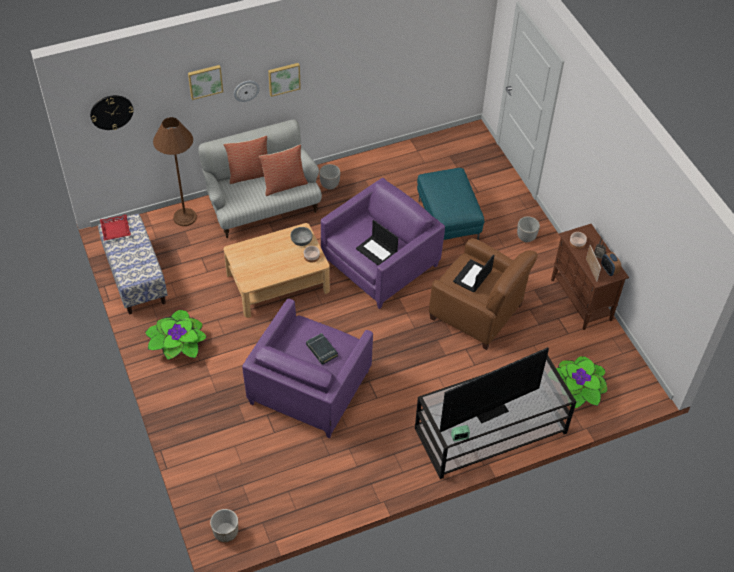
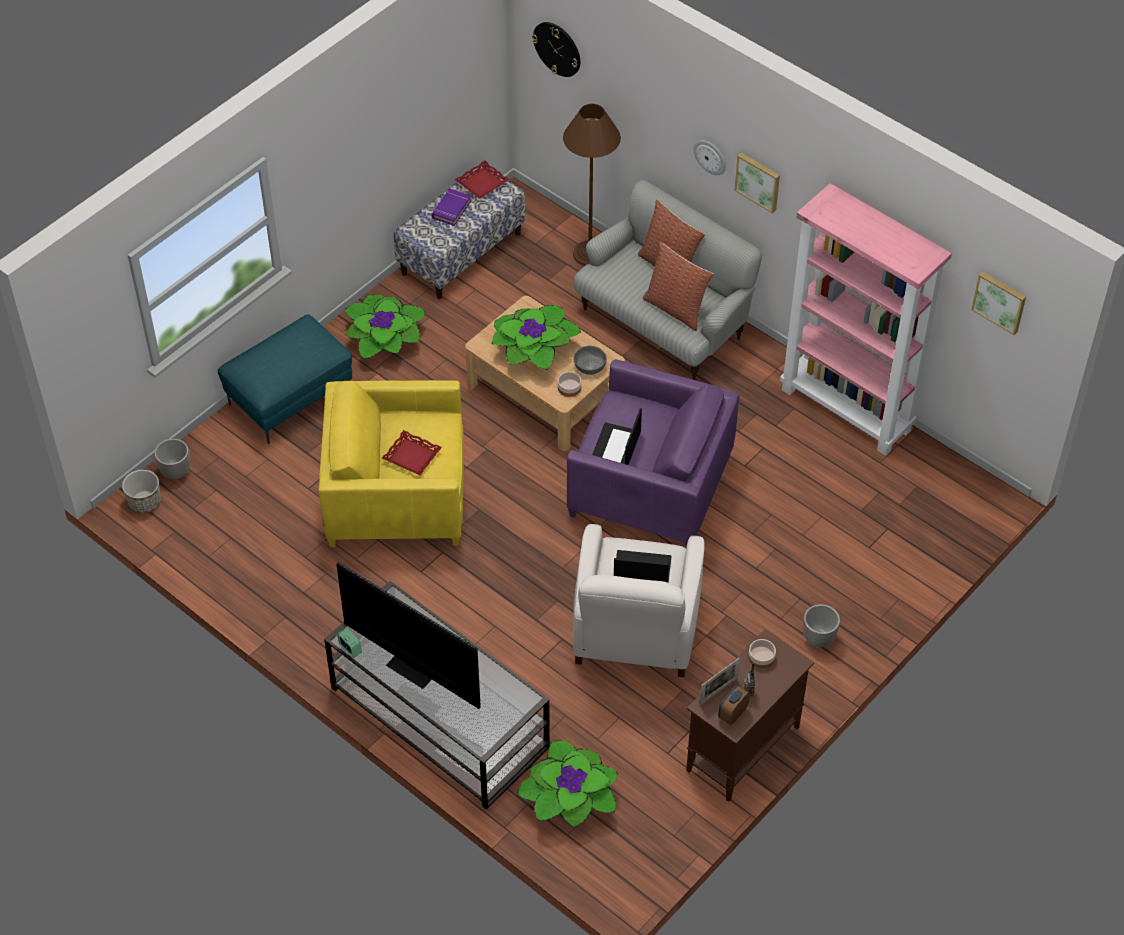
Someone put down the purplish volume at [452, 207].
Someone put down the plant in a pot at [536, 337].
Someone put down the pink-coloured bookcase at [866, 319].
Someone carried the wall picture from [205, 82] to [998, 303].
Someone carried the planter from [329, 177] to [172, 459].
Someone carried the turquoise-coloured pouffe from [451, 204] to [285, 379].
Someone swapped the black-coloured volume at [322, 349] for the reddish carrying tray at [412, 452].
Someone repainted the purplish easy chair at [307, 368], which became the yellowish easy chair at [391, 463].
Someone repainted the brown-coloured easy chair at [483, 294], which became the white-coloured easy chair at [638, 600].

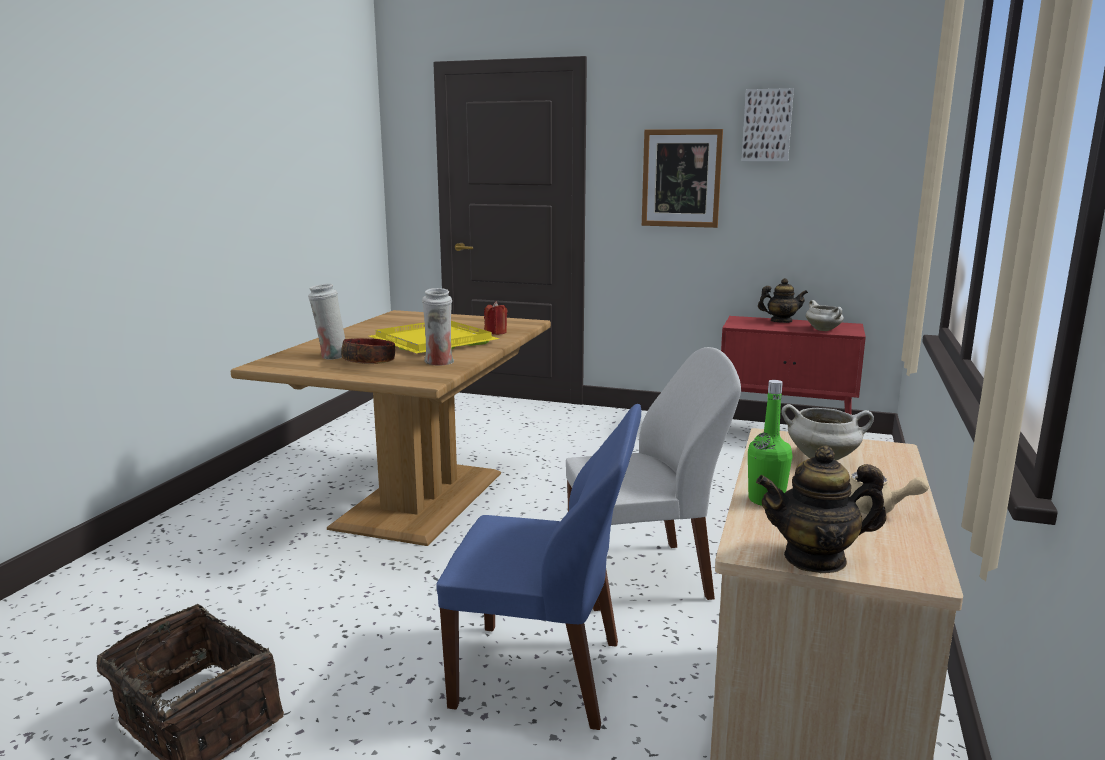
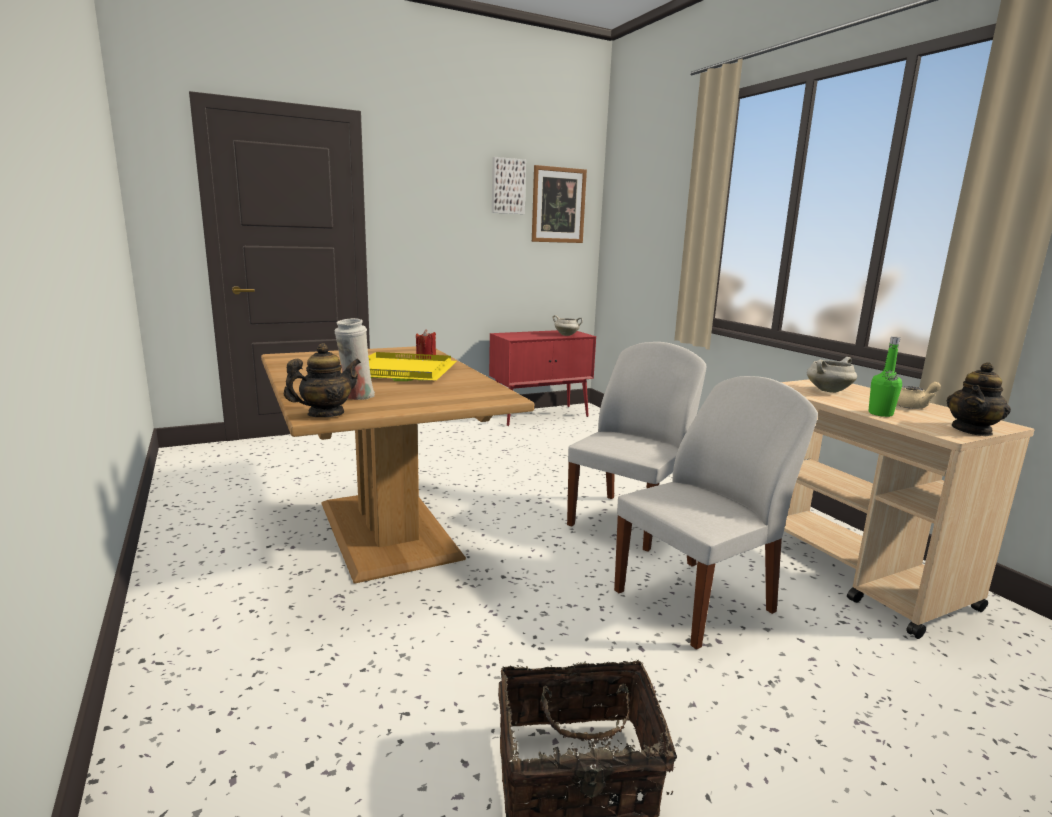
Someone took away the bowl at [368, 351].
Someone took away the white-coloured vase at [438, 326].
Someone carried the wall picture from [682, 178] to [559, 204].
Someone carried the teapot from [783, 300] to [322, 380].
Someone repainted the blue chair at [538, 567], which became the white-coloured chair at [716, 513].

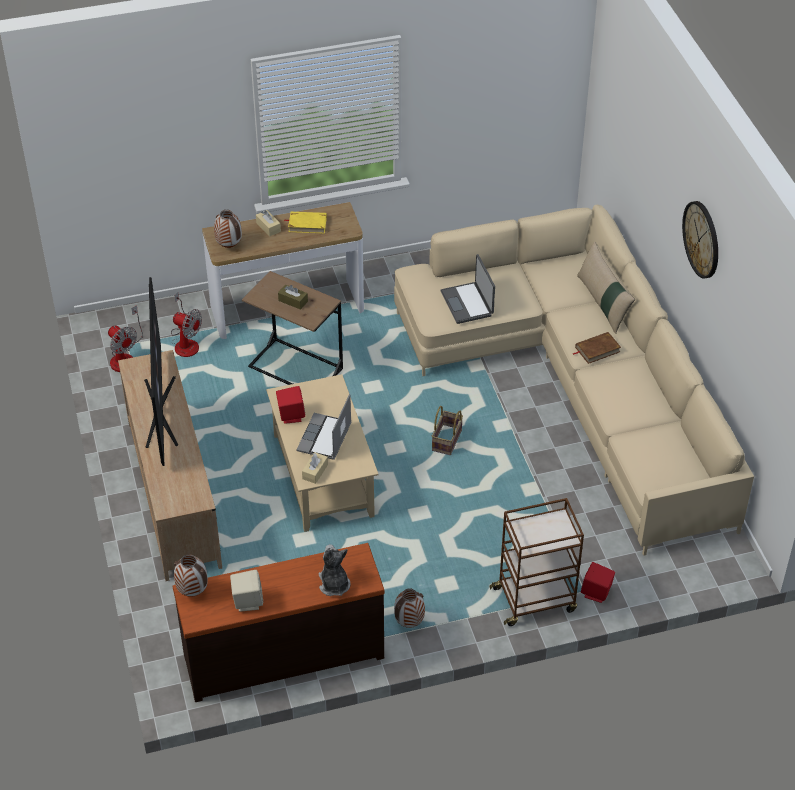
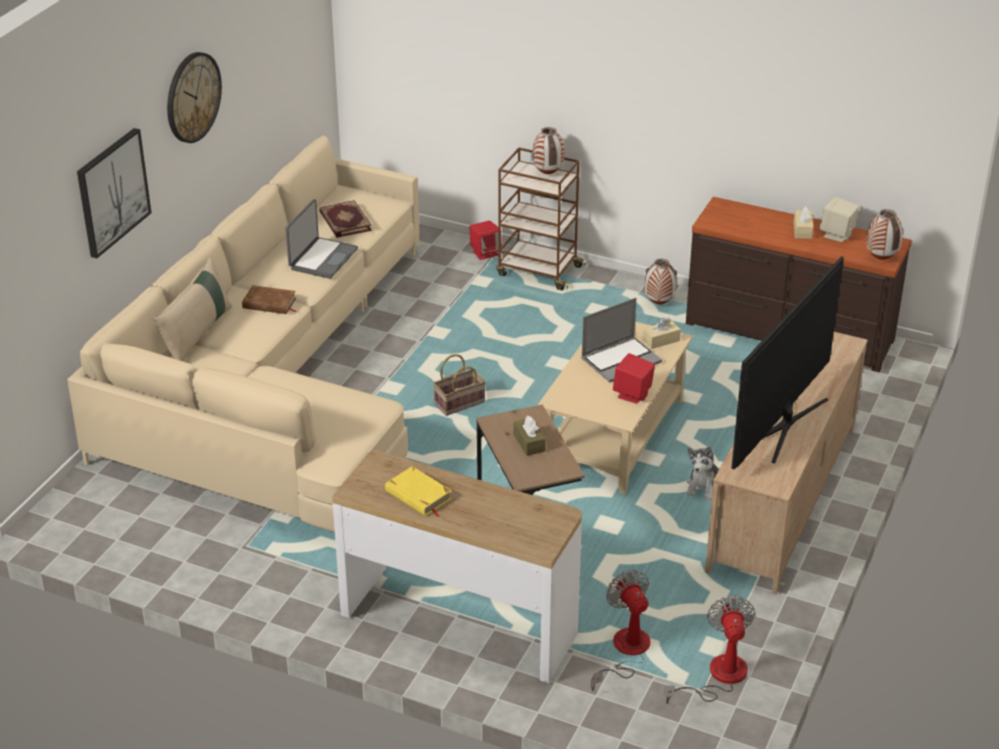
Someone put up the wall picture at [114, 193].
Someone put down the volume at [345, 219].
Someone carried the vase from [228, 229] to [548, 150].
Someone carried the beige tissue box from [268, 223] to [803, 222].
Someone carried the soft toy from [334, 570] to [702, 473].
Someone carried the portable computer from [468, 289] to [321, 239].

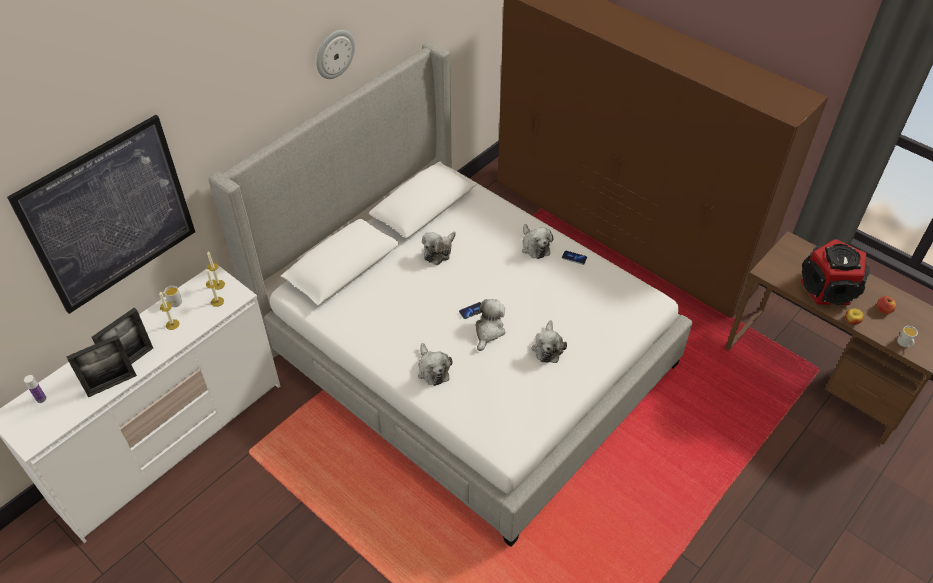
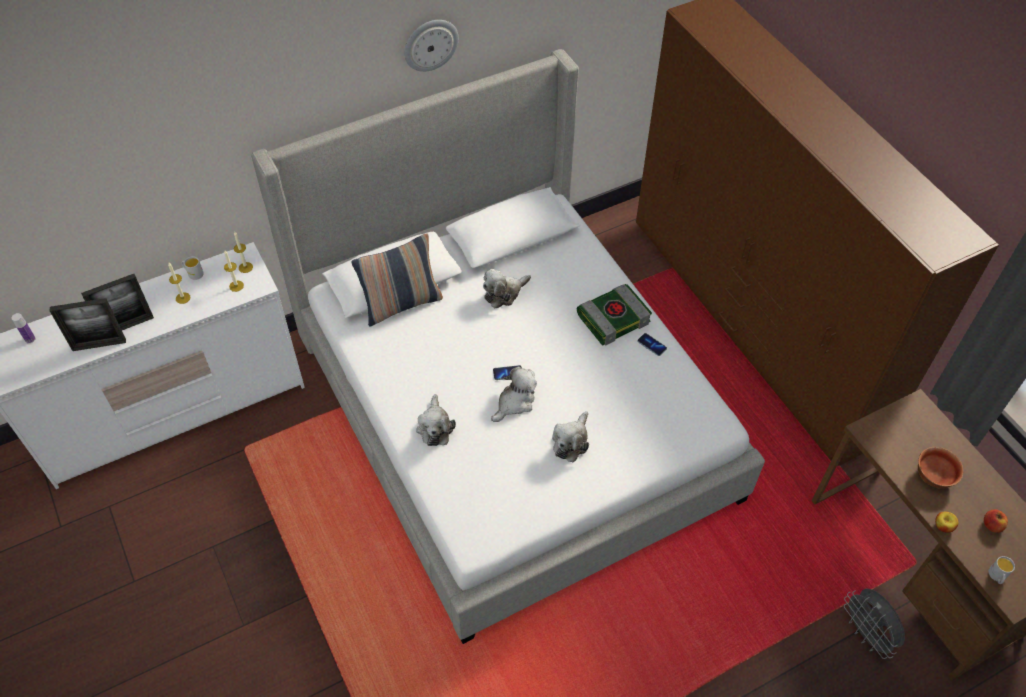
Someone took away the wall picture at [101, 214].
Someone put down the pillow at [397, 279].
Someone put down the gray cooling fan at [874, 624].
Someone swapped the soft toy at [537, 241] for the volume at [614, 315].
Someone swapped the audio speaker at [835, 272] for the bowl at [940, 468].

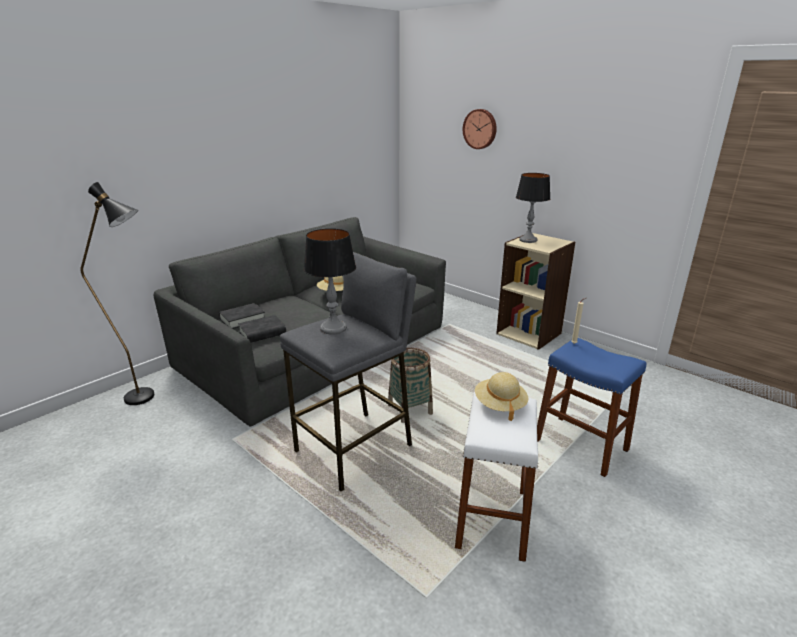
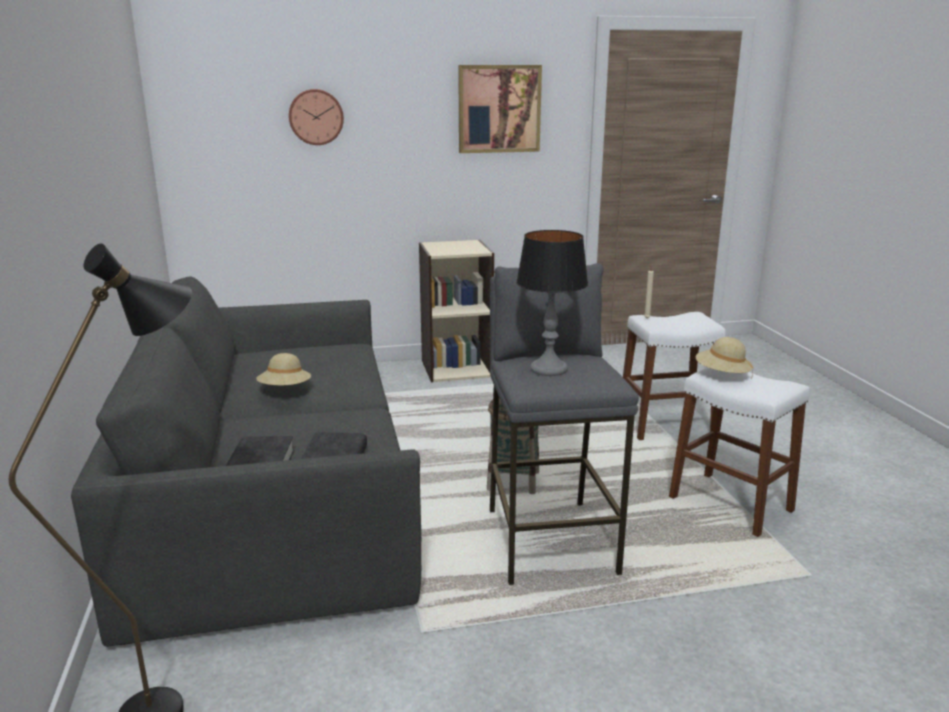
Someone took away the tabletop lamp at [533, 208].
Someone put up the wall picture at [500, 109].
Someone repainted the blue stool at [591, 407], which became the white-coloured stool at [674, 376].

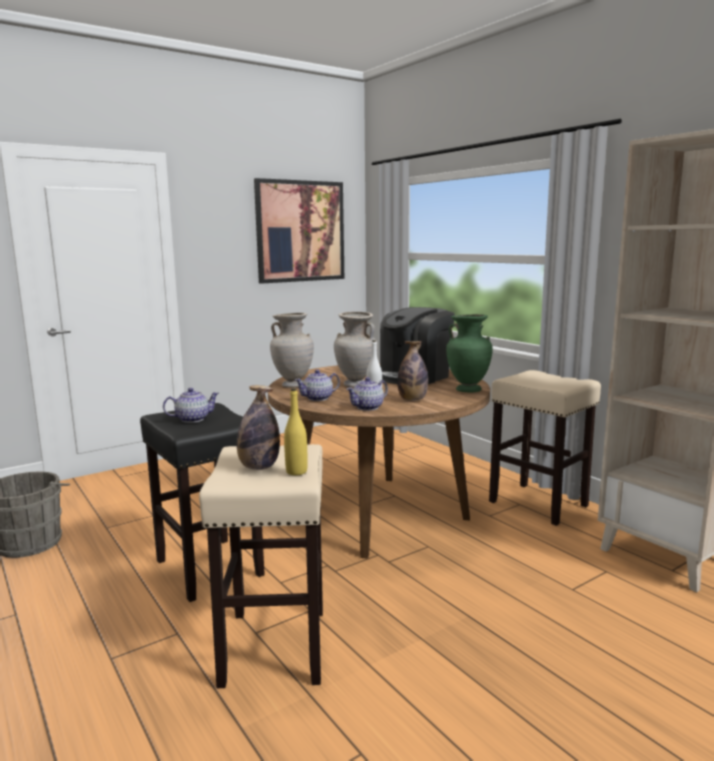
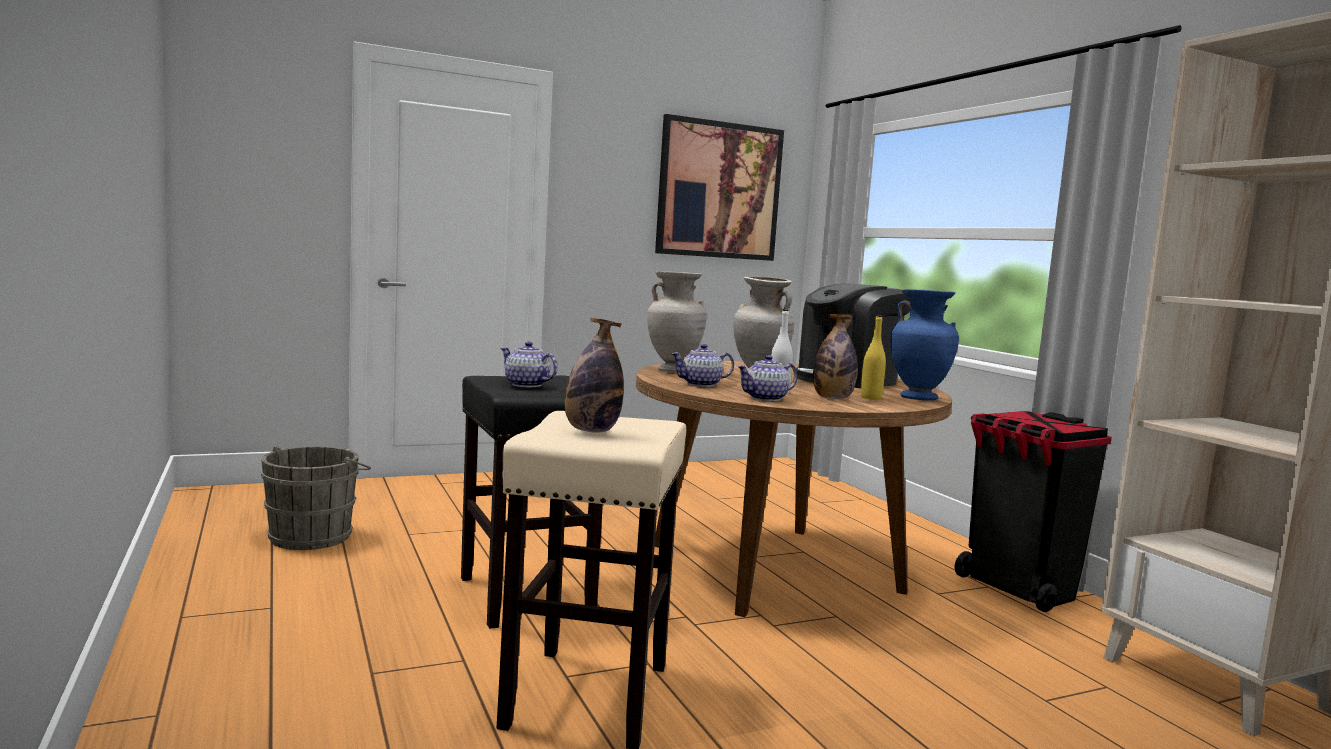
Someone carried the yellowish drink bottle from [296, 431] to [873, 357].
Someone swapped the beige stool at [545, 448] for the black-coloured waste bin at [1033, 511].
Someone repainted the green vase at [469, 353], which became the blue vase at [925, 345].
Someone rotated the teapot at [191, 405] by 135 degrees counterclockwise.

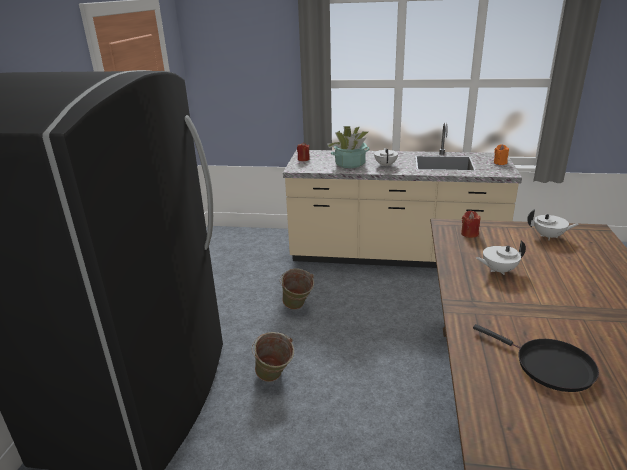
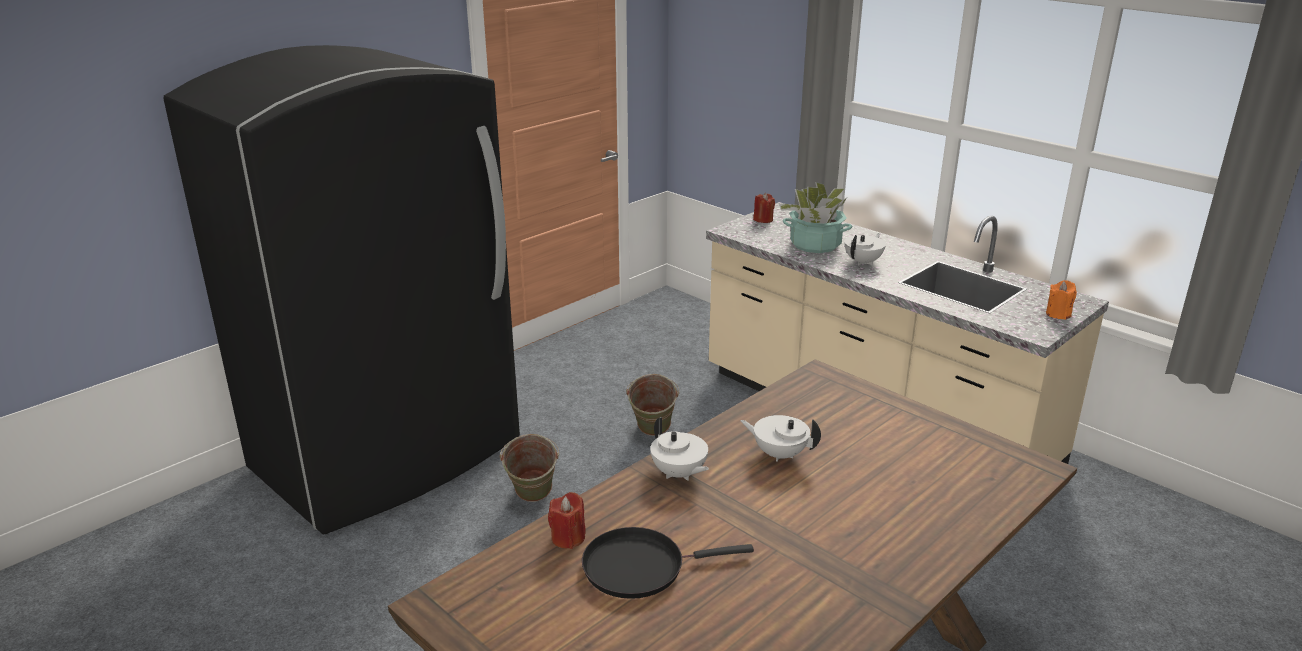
Someone carried the reddish candle from [470, 224] to [567, 520].
Someone carried the white-coloured teapot from [553, 224] to [679, 449].
Someone rotated the black-coloured pan at [536, 358] by 90 degrees clockwise.

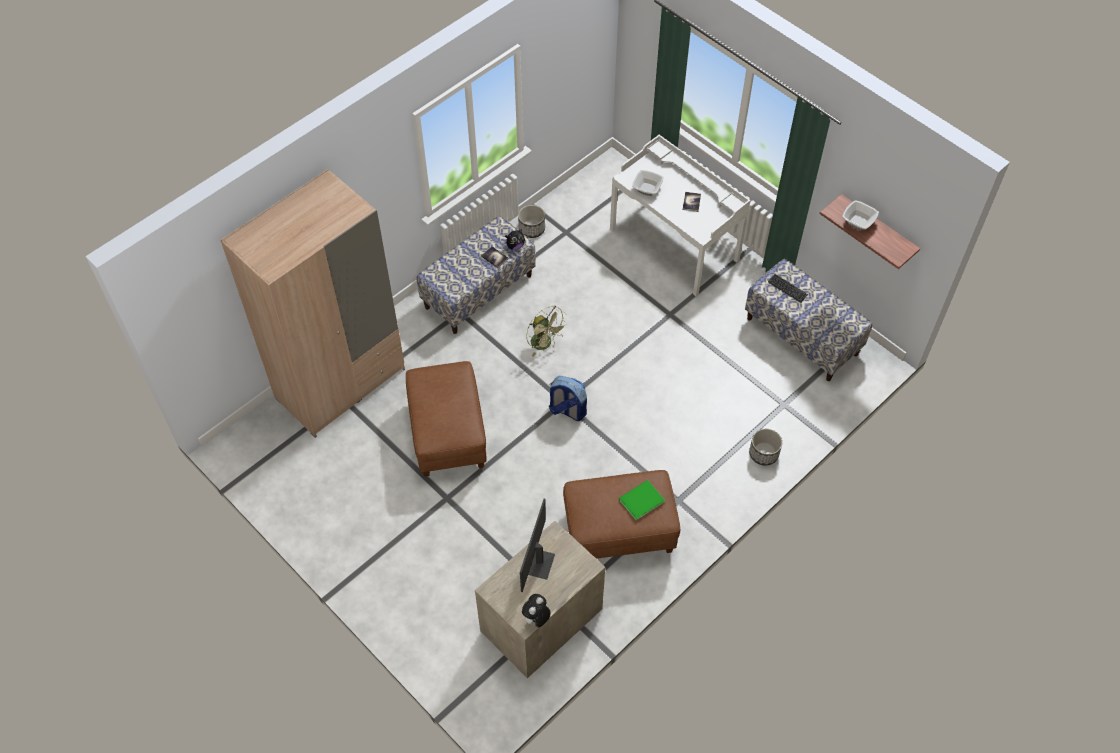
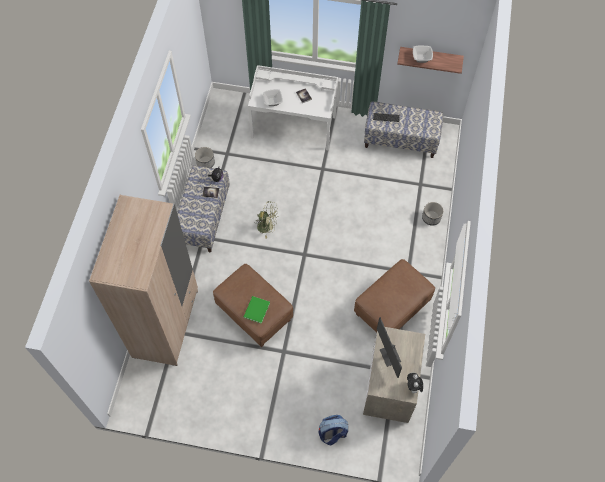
Someone carried the knapsack from [568, 398] to [333, 430].
Someone carried the green volume from [642, 500] to [257, 310].

